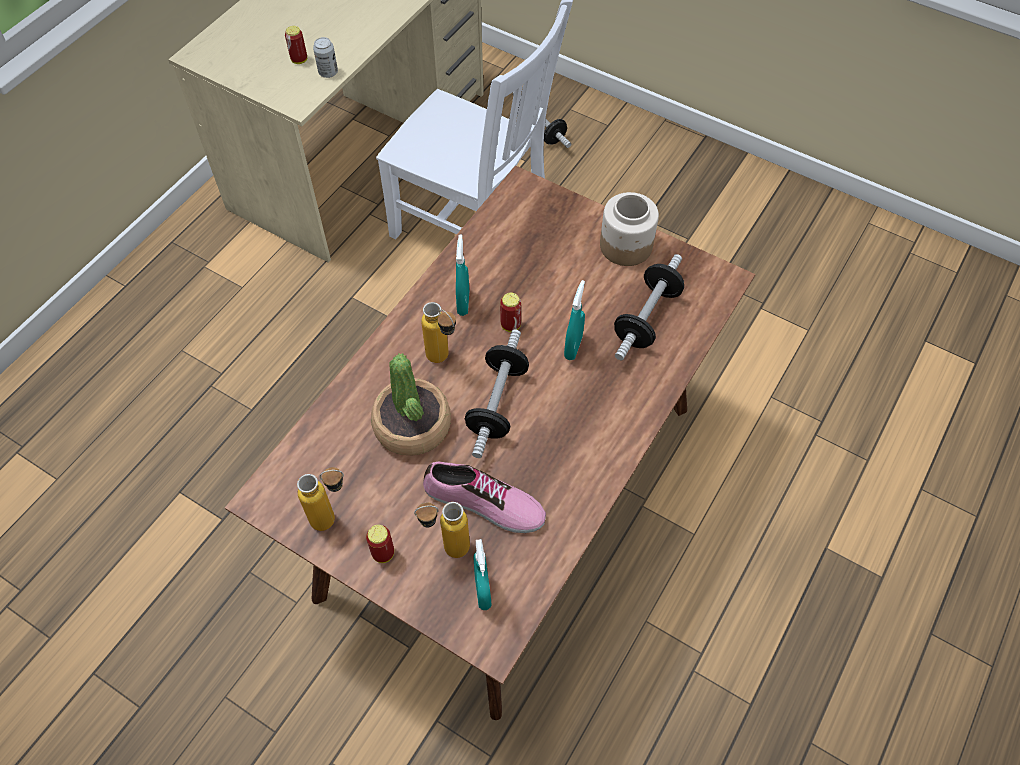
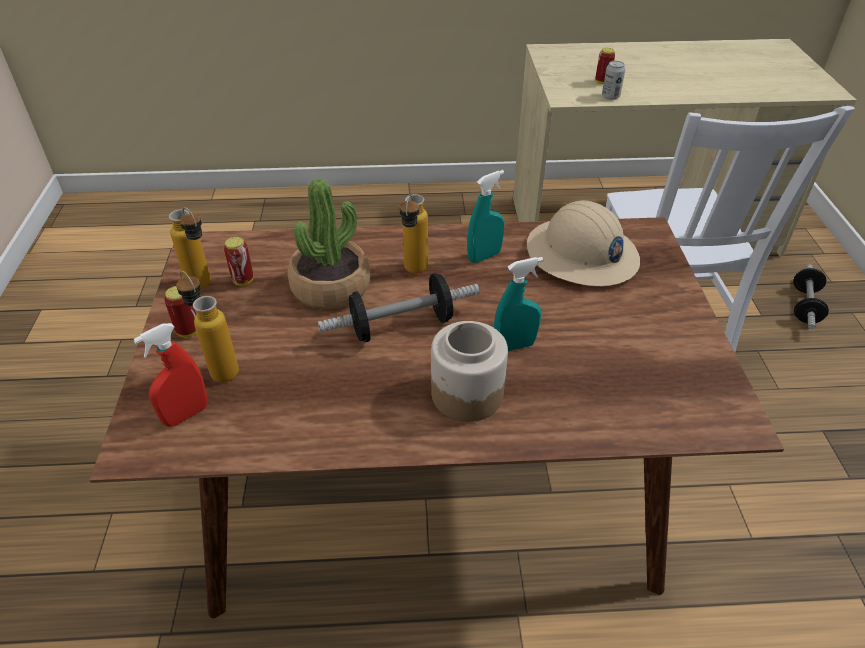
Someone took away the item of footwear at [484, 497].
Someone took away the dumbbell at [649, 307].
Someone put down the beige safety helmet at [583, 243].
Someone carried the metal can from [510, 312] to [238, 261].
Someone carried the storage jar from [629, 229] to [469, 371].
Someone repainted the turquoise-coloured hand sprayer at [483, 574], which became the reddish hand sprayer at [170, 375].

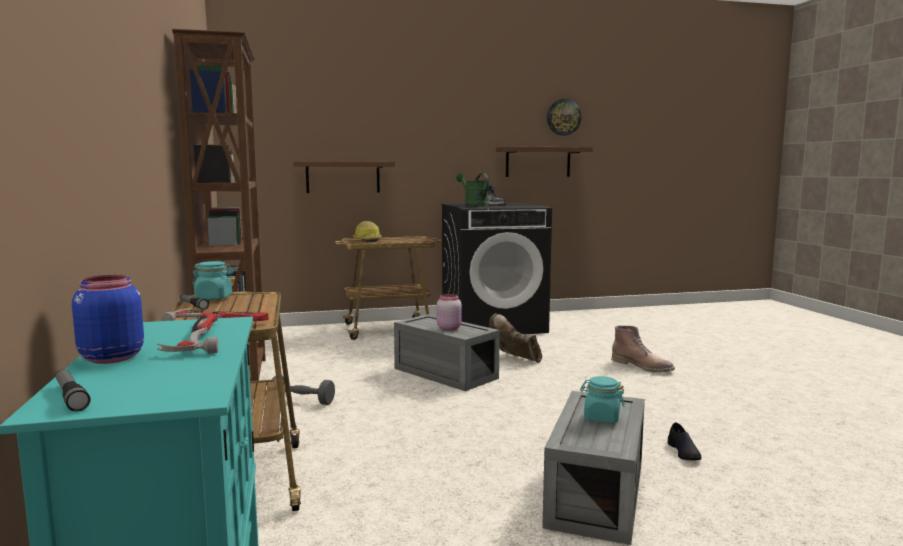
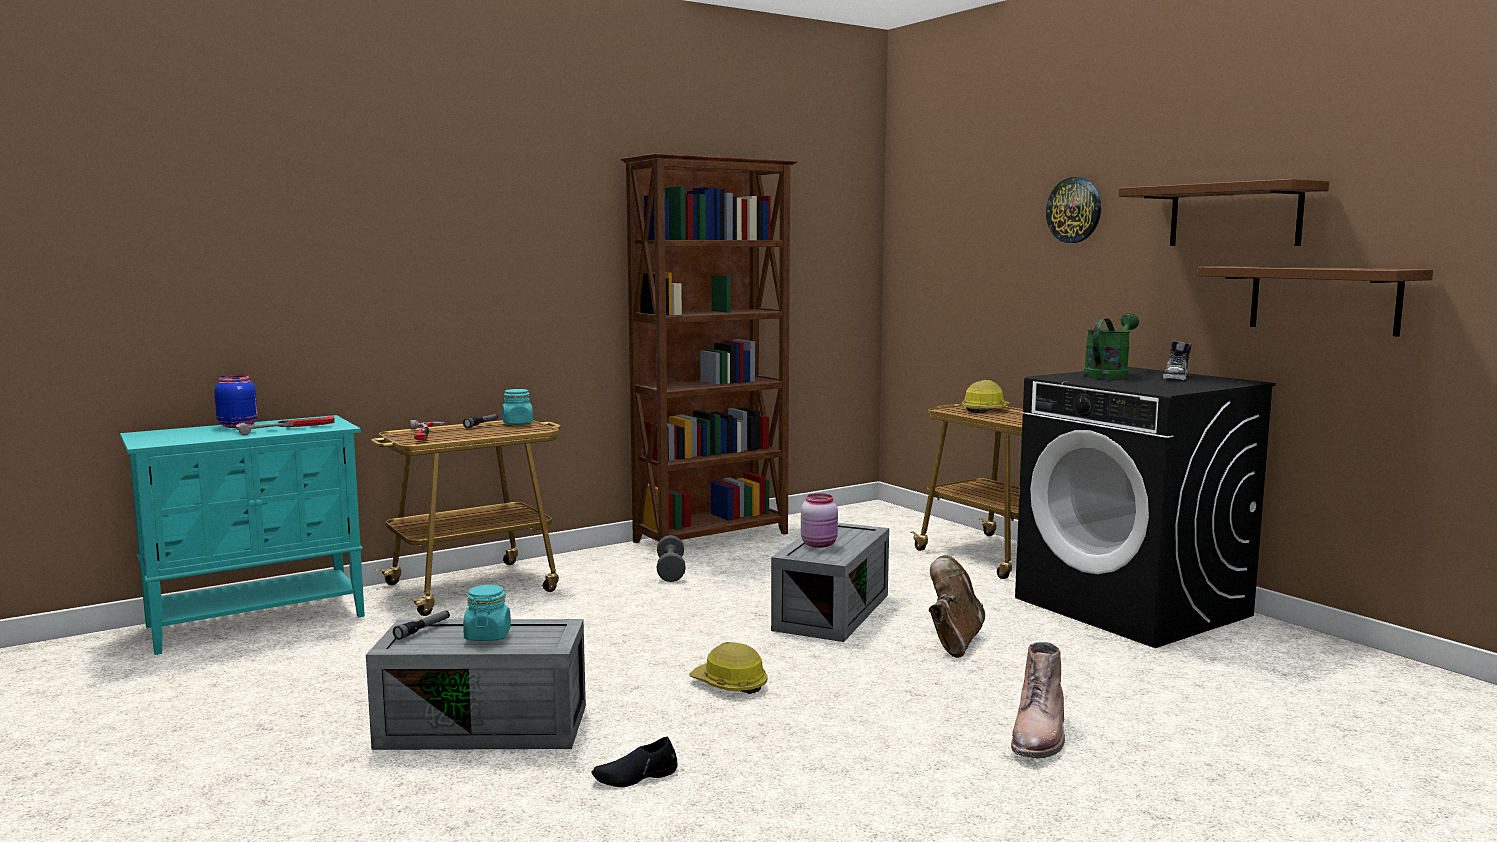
Someone put down the safety helmet at [728, 668].
Someone carried the hand torch from [73, 390] to [421, 625].
Someone carried the brown-coloured wall shelf from [344, 177] to [1224, 212].
Someone carried the wall clock from [564, 117] to [1073, 210].

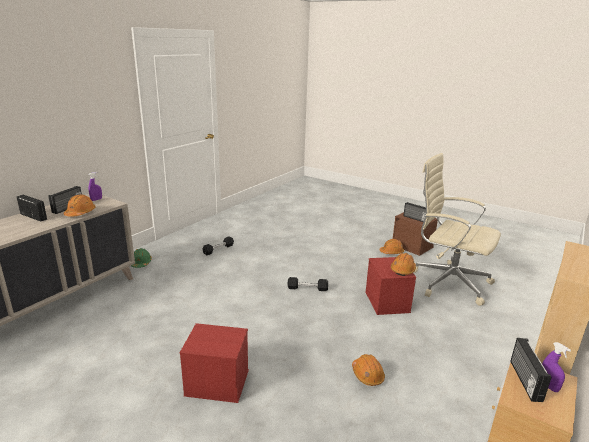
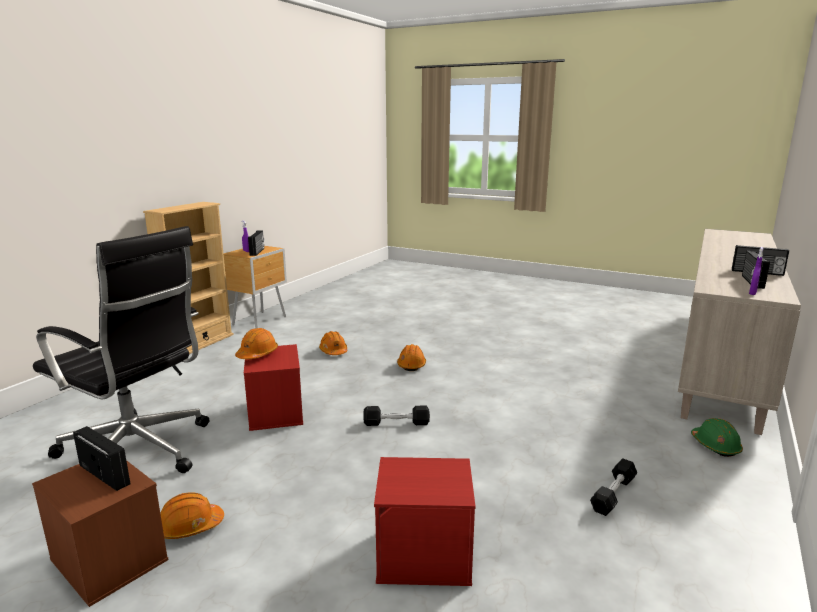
Someone carried the orange-coloured safety helmet from [79, 205] to [411, 357].
Someone carried the reddish storage bin from [214, 363] to [425, 521].
Someone repainted the beige office chair at [457, 229], which became the black-coloured office chair at [121, 349].

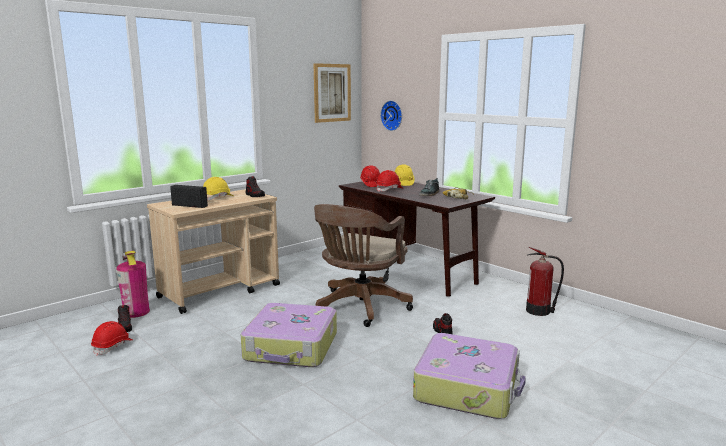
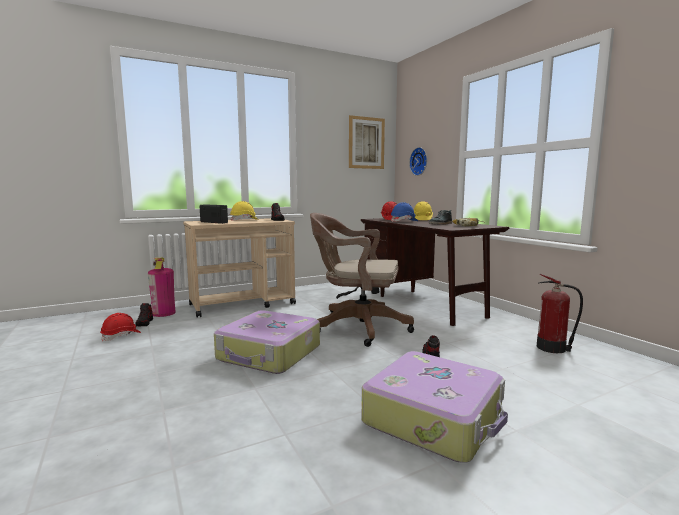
Someone repainted the reddish safety helmet at [389, 181], which became the blue safety helmet at [404, 212].
Someone rotated the brown-coloured office chair at [363, 265] by 60 degrees clockwise.

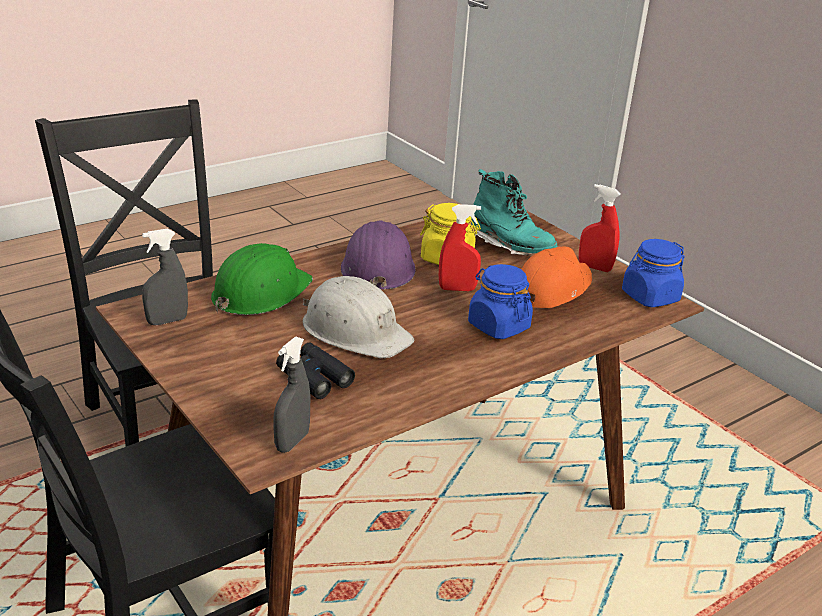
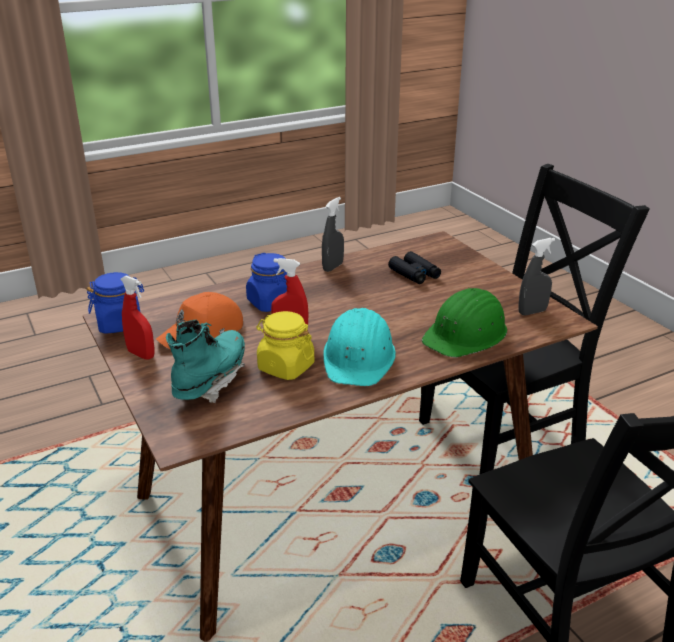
Someone took away the white-coloured safety helmet at [358, 317].
Someone carried the gray hand sprayer from [292, 394] to [333, 234].
Someone repainted the purplish safety helmet at [378, 255], which became the turquoise-coloured safety helmet at [359, 347].
Someone rotated the turquoise-coloured tall boot at [514, 212] by 60 degrees clockwise.

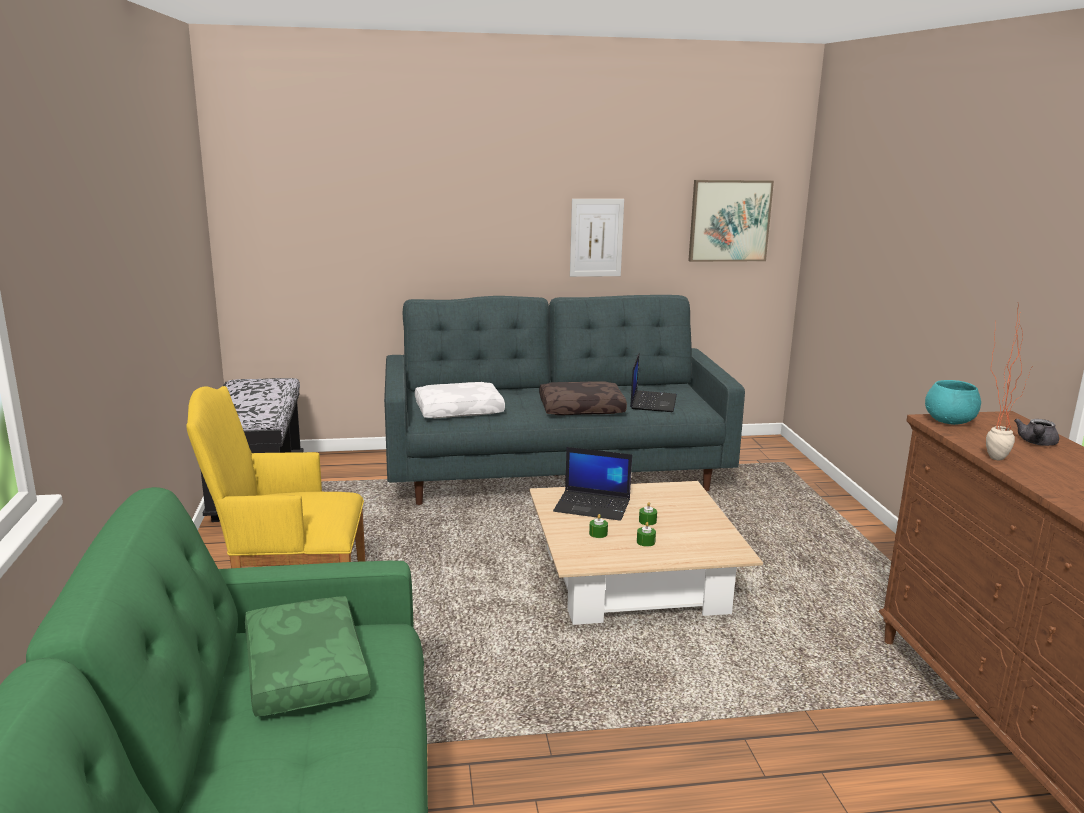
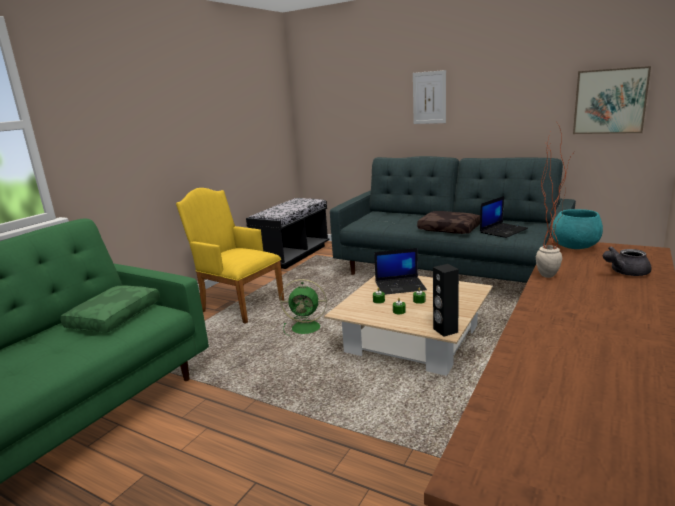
Someone took away the white-coloured pillow at [460, 400].
Someone put down the green cooling fan at [303, 308].
Someone put down the black-coloured audio speaker at [446, 300].
Someone carried the wall picture from [597, 238] to [429, 97].
Someone rotated the portable computer at [592, 484] by 60 degrees counterclockwise.

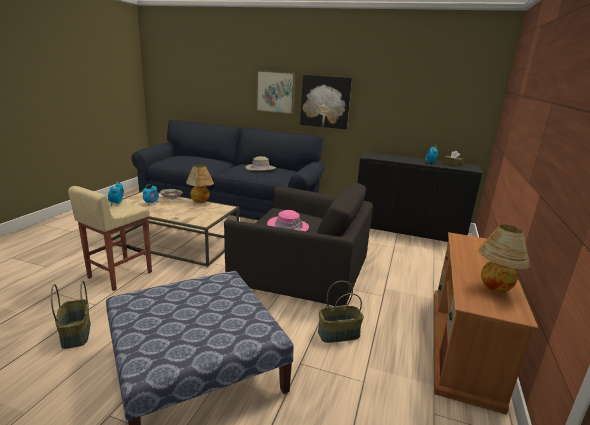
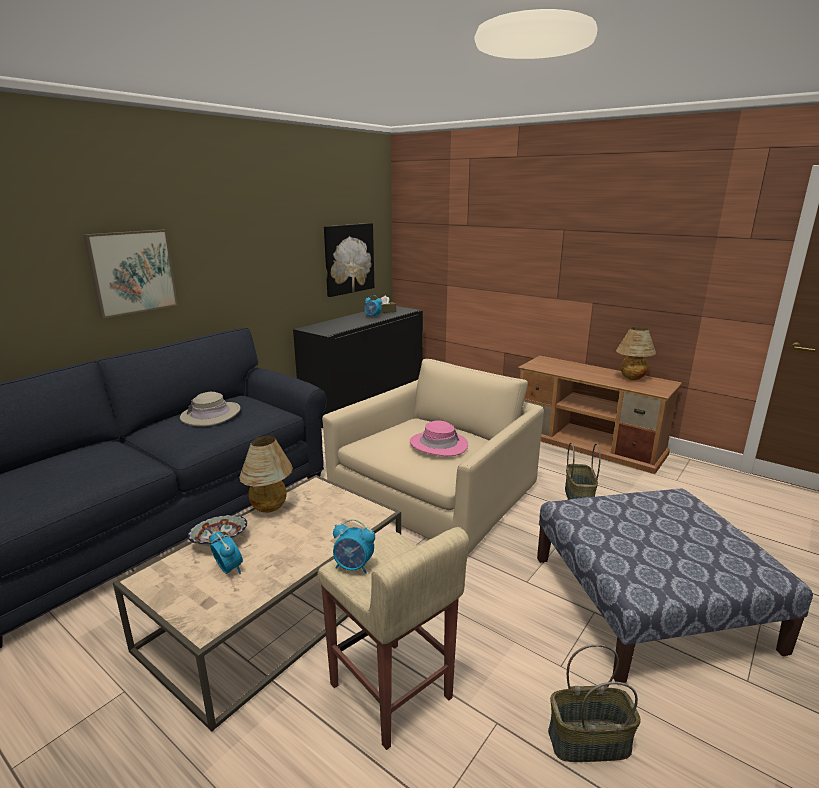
Someone carried the wall picture from [326, 102] to [349, 260].
Someone repainted the black-coloured easy chair at [298, 244], which became the beige easy chair at [433, 456].

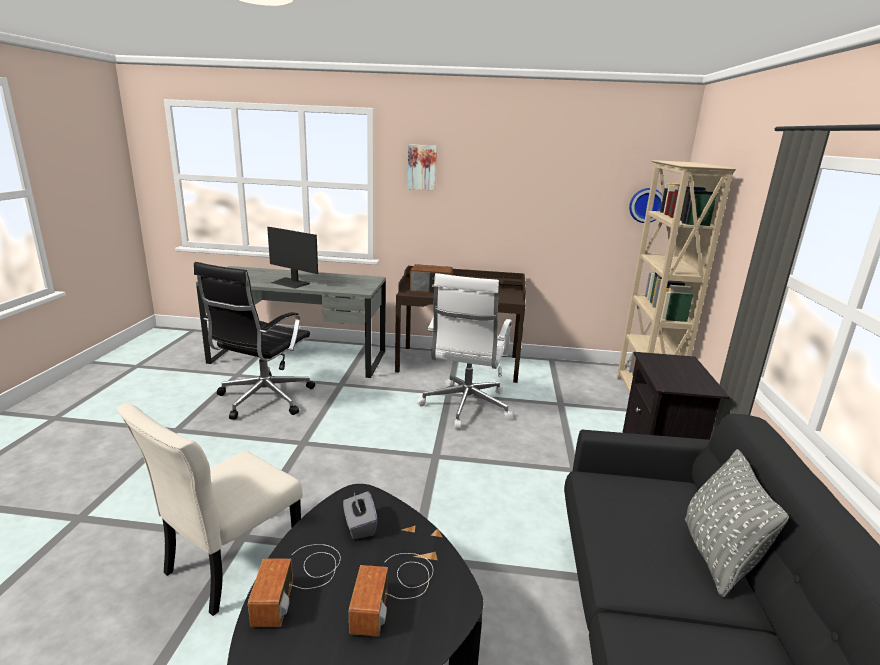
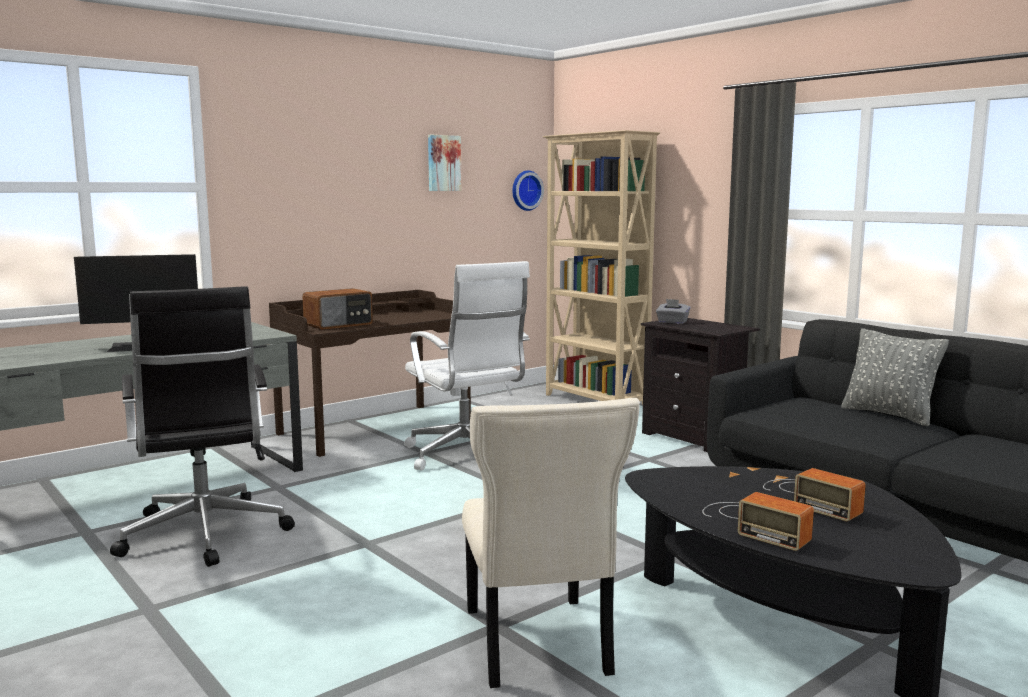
Someone carried the gray tissue box from [360, 515] to [673, 311].
Someone carried the wall picture from [422, 167] to [444, 163].

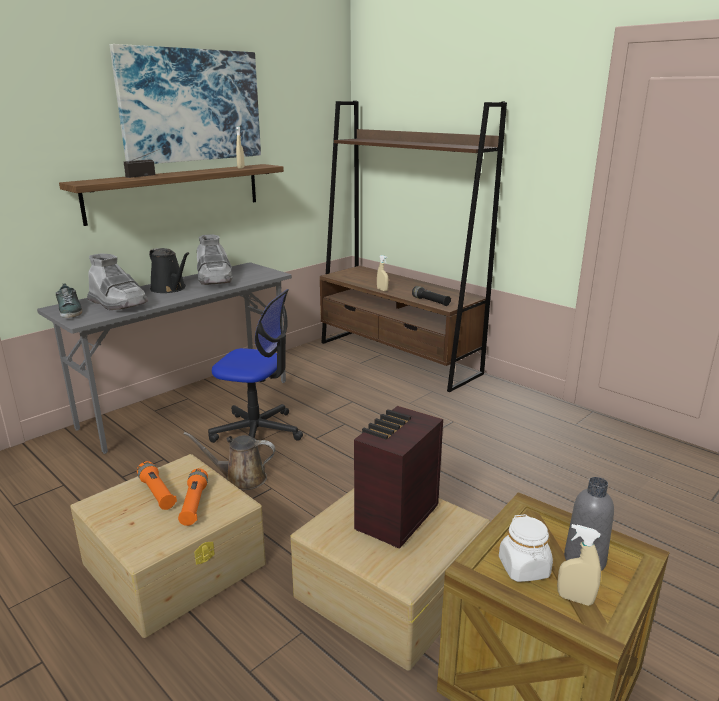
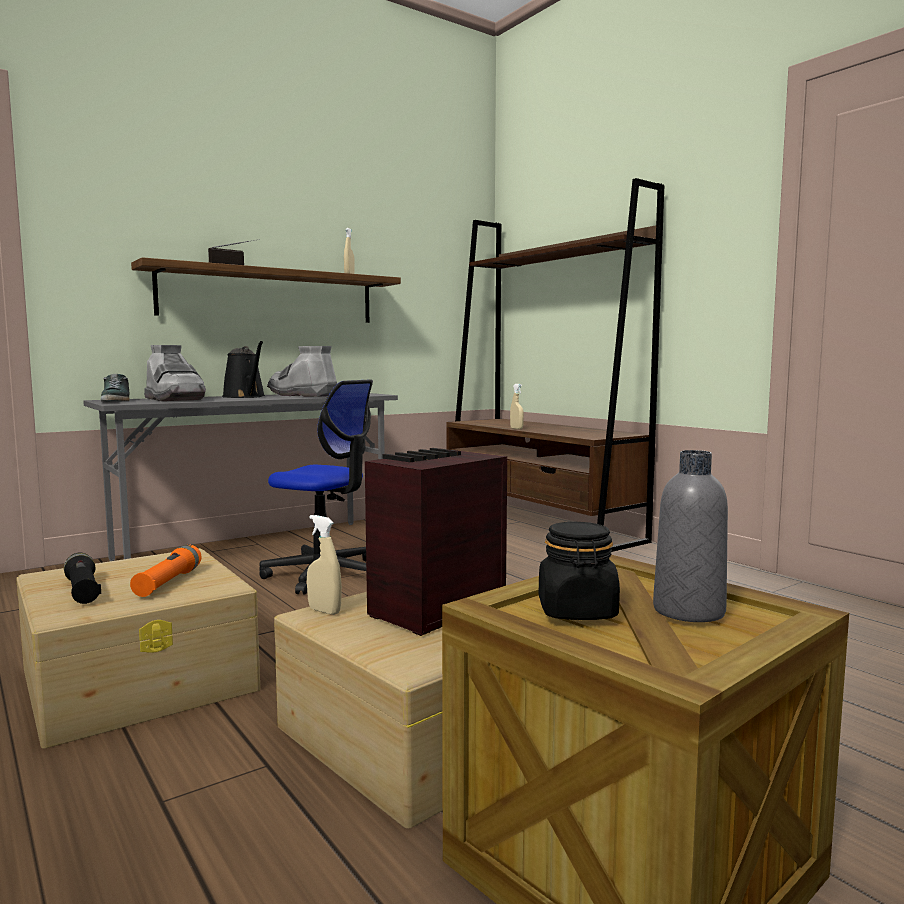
Someone took away the wall picture at [185, 104].
Someone took away the orange-coloured hand torch at [157, 485].
Someone took away the brown-coloured watering can at [230, 461].
Someone carried the black-coloured hand torch from [431, 296] to [82, 578].
Someone carried the beige hand sprayer from [579, 565] to [324, 565].
Someone repainted the white-coloured storage jar at [526, 548], which became the black-coloured storage jar at [579, 571].
Someone rotated the gray tall boot at [215, 259] by 135 degrees clockwise.

